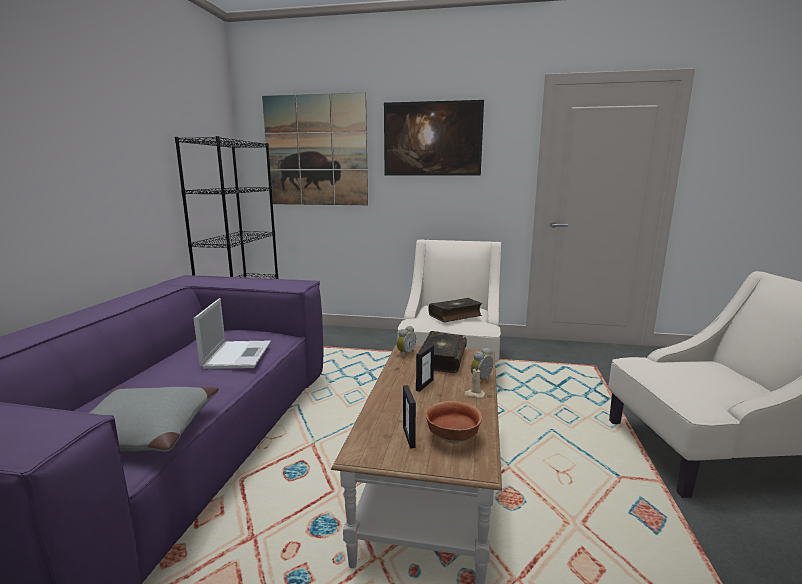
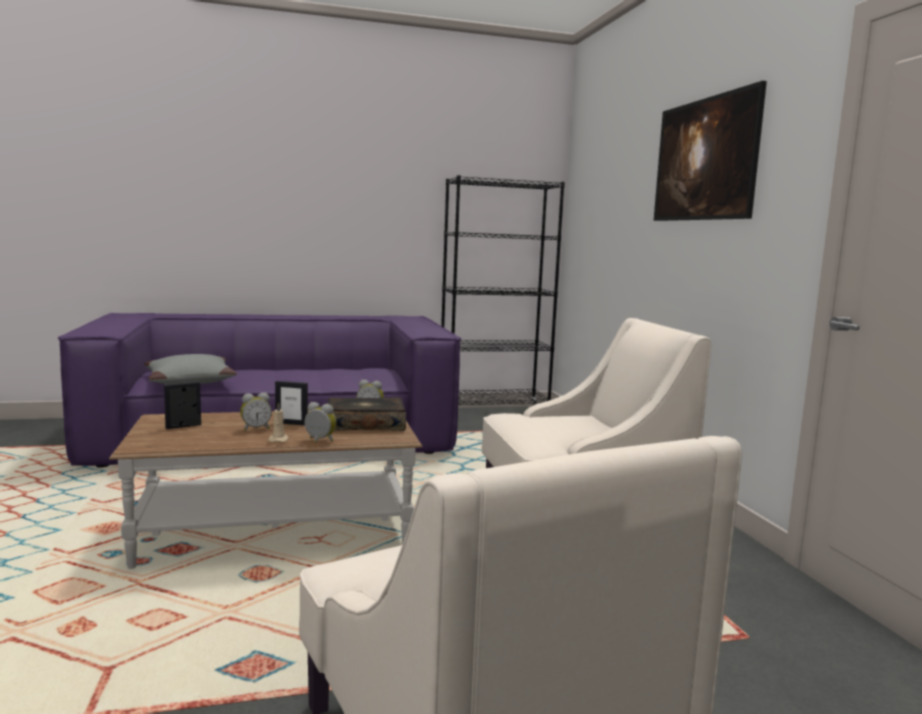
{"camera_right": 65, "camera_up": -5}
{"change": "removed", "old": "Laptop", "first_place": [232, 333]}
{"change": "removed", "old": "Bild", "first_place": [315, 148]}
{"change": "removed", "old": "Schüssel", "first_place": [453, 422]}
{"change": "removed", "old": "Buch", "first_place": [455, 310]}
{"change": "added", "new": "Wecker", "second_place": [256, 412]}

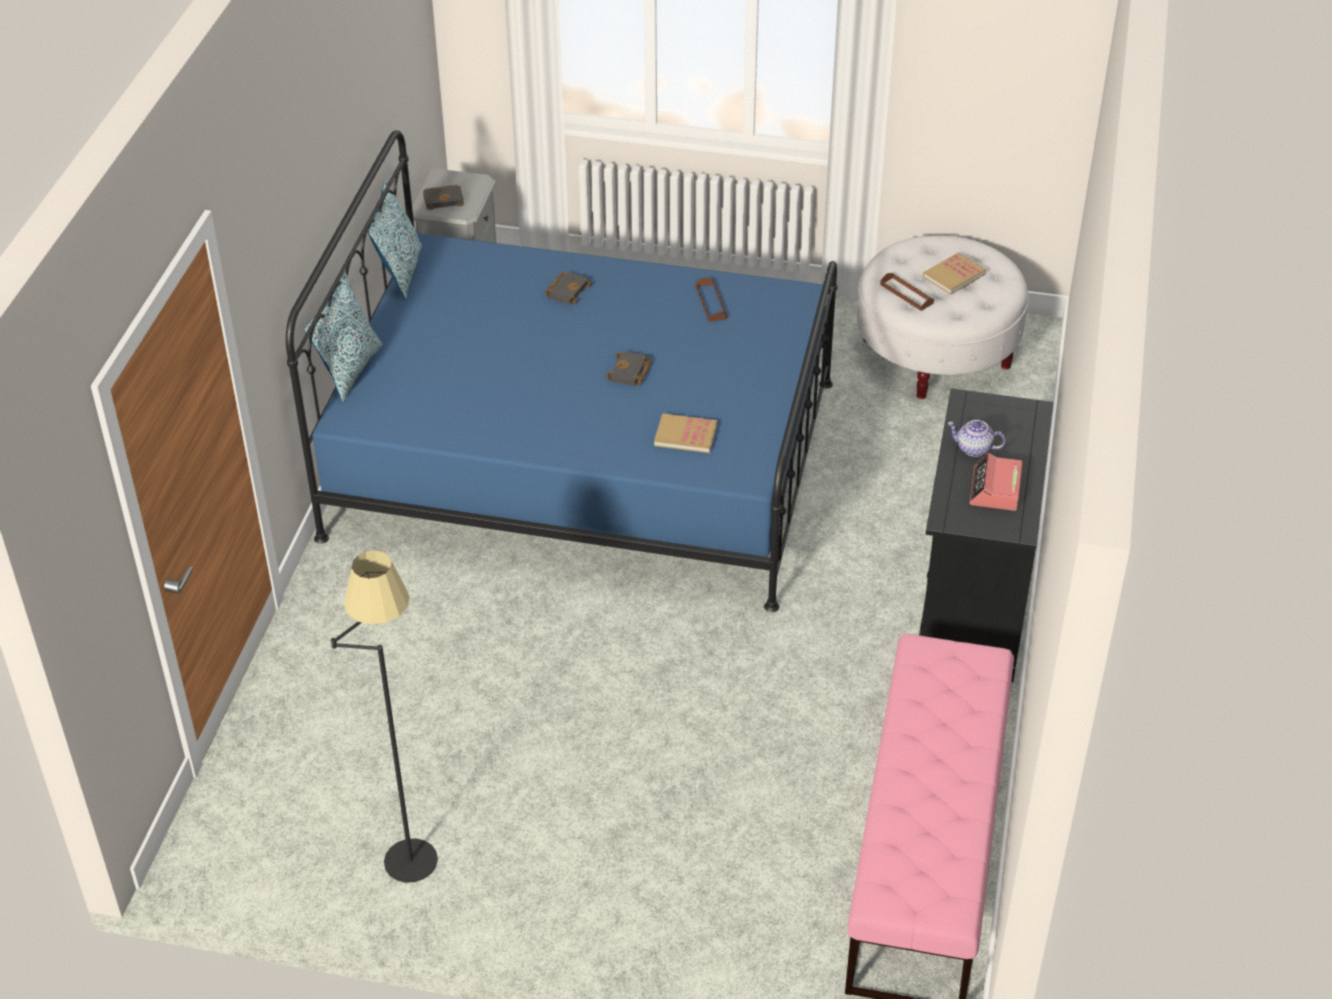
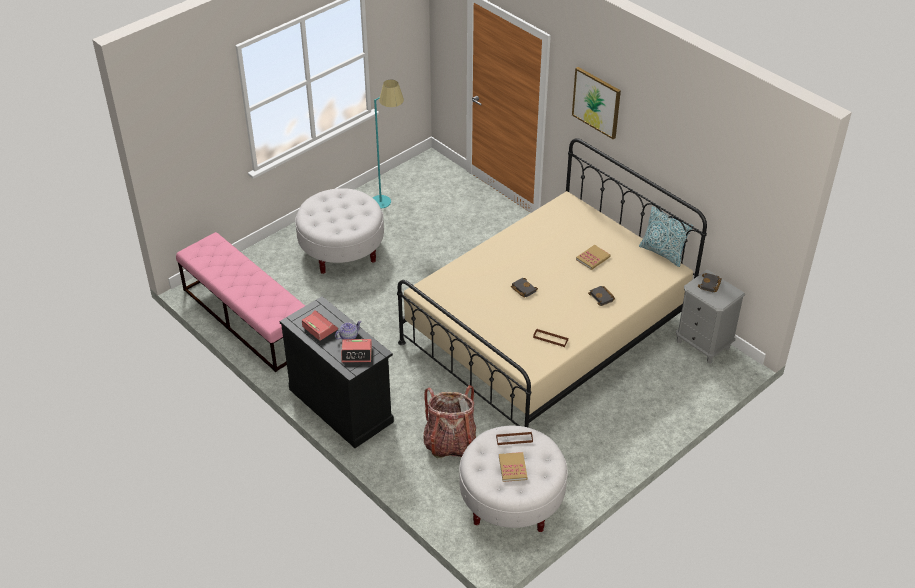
{"camera_right": 125, "camera_up": 0}
{"change": "removed", "old": "Kissen", "first_place": [343, 337]}
{"change": "added", "new": "Polsterhocker (weiß)", "second_place": [339, 231]}
{"change": "added", "new": "Wecker", "second_place": [356, 350]}
{"change": "added", "new": "Rucksack", "second_place": [450, 421]}
{"change": "added", "new": "Bild", "second_place": [596, 103]}
{"change": "moved", "old": "Buch", "first_place": [685, 433], "second_place": [593, 257]}
{"change": "recoloured", "old": "Bett (blau)", "new": "Bett (beige)", "first_place": [561, 371], "second_place": [552, 282]}
{"change": "recoloured", "old": "Stehlampe (schwarz)", "new": "Stehlampe (türkis)", "first_place": [384, 716], "second_place": [388, 143]}

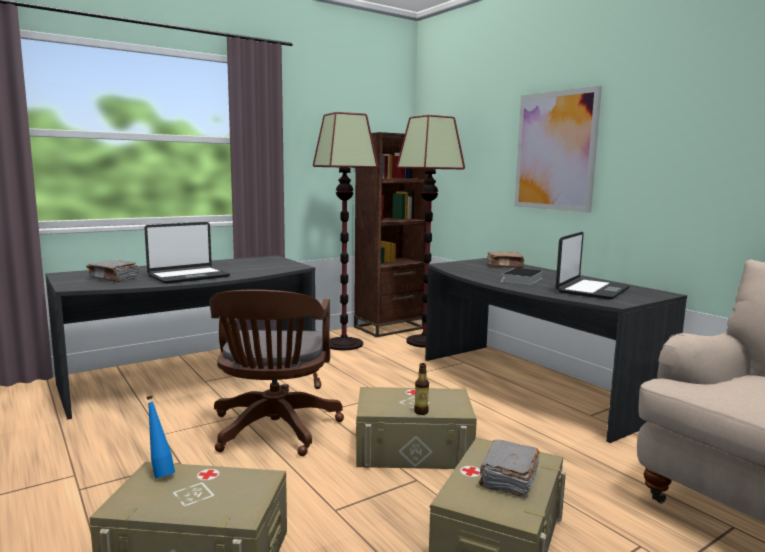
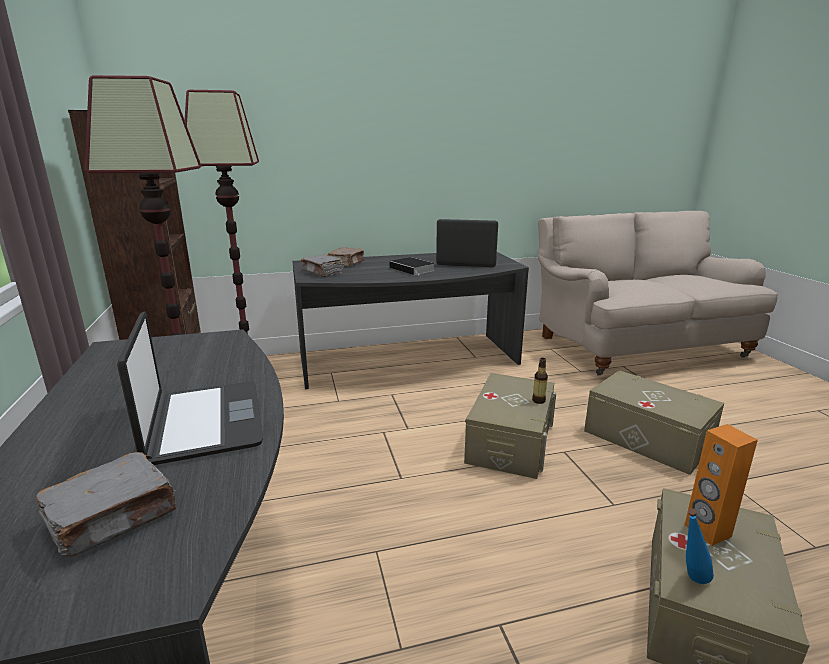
{"camera_right": -70, "camera_up": 10}
{"change": "removed", "old": "Bürostuhl (braun)", "first_place": [277, 373]}
{"change": "removed", "old": "Bild", "first_place": [558, 149]}
{"change": "added", "new": "Lautsprecher (orange)", "second_place": [721, 485]}
{"change": "moved", "old": "Buch (grau)", "first_place": [509, 468], "second_place": [322, 265]}
{"change": "turned", "old": "Laptop", "first_place": [592, 266], "second_place": [467, 243], "degrees": -45}

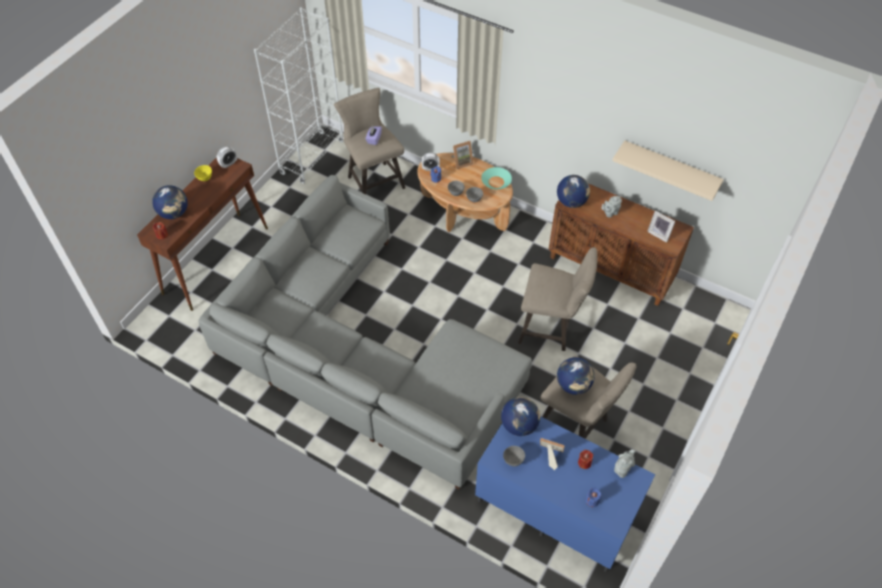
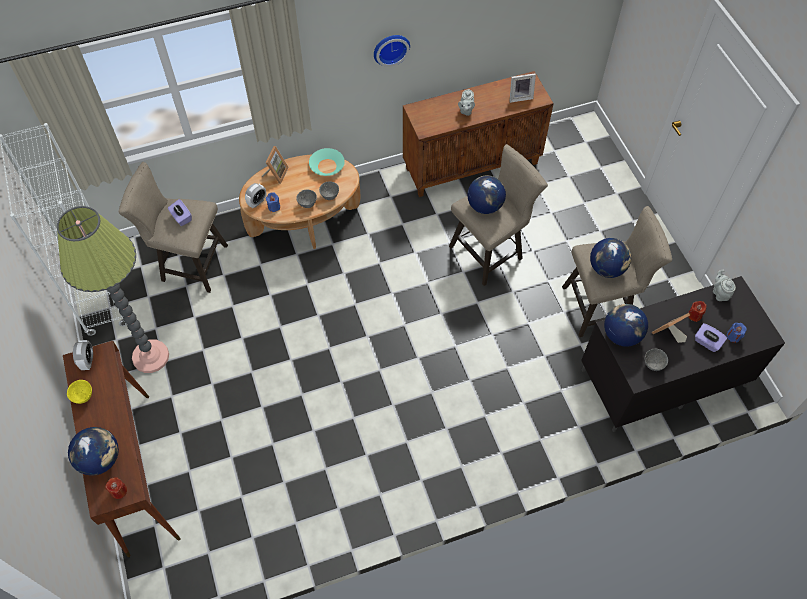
{"camera_right": -50, "camera_up": 5}
{"change": "removed", "old": "Sofa (grau)", "first_place": [365, 332]}
{"change": "removed", "old": "Wandregal (beige)", "first_place": [668, 171]}
{"change": "added", "new": "Stehlampe", "second_place": [113, 289]}
{"change": "added", "new": "Wanduhr", "second_place": [392, 51]}
{"change": "added", "new": "Taschentuchbox (lila)", "second_place": [711, 337]}
{"change": "moved", "old": "Globus", "first_place": [573, 191], "second_place": [486, 194]}
{"change": "recoloured", "old": "Fernsehschrank (blau)", "new": "Fernsehschrank (schwarz)", "first_place": [565, 494], "second_place": [683, 354]}

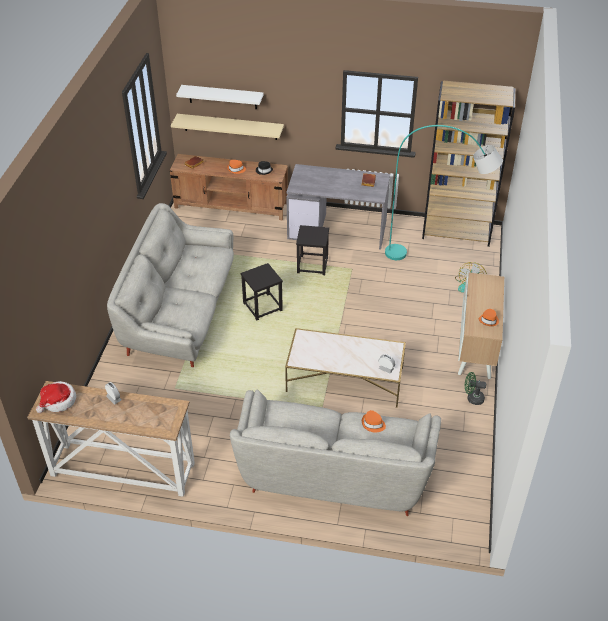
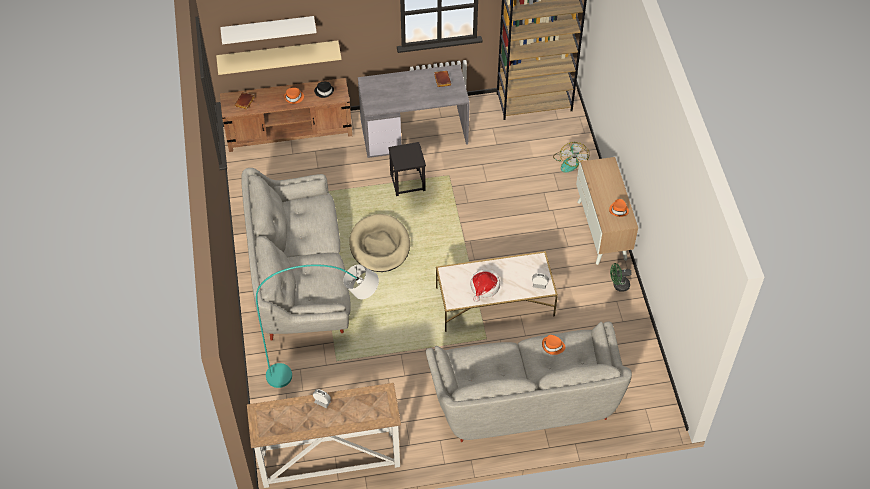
{"camera_right": -20, "camera_up": 10}
{"change": "moved", "old": "Hut", "first_place": [56, 397], "second_place": [485, 286]}
{"change": "moved", "old": "Stehlampe (türkis)", "first_place": [444, 192], "second_place": [317, 326]}
{"change": "replaced", "old": "Hocker (schwarz)", "new": "Hundebett (beige)", "first_place": [262, 292], "second_place": [379, 243]}

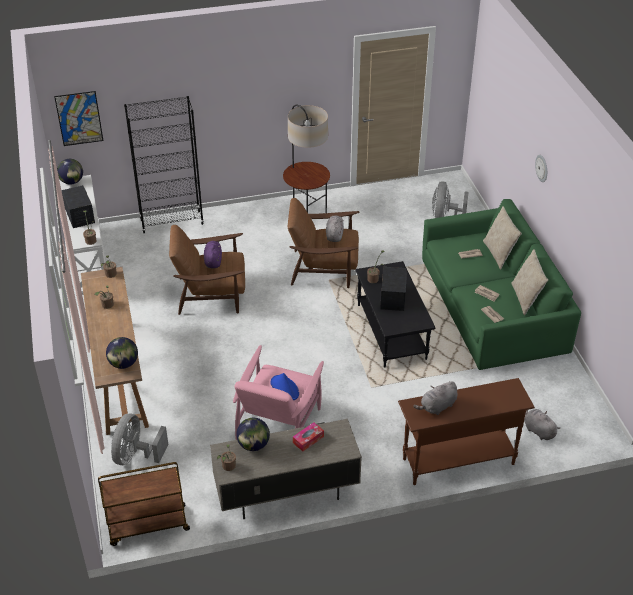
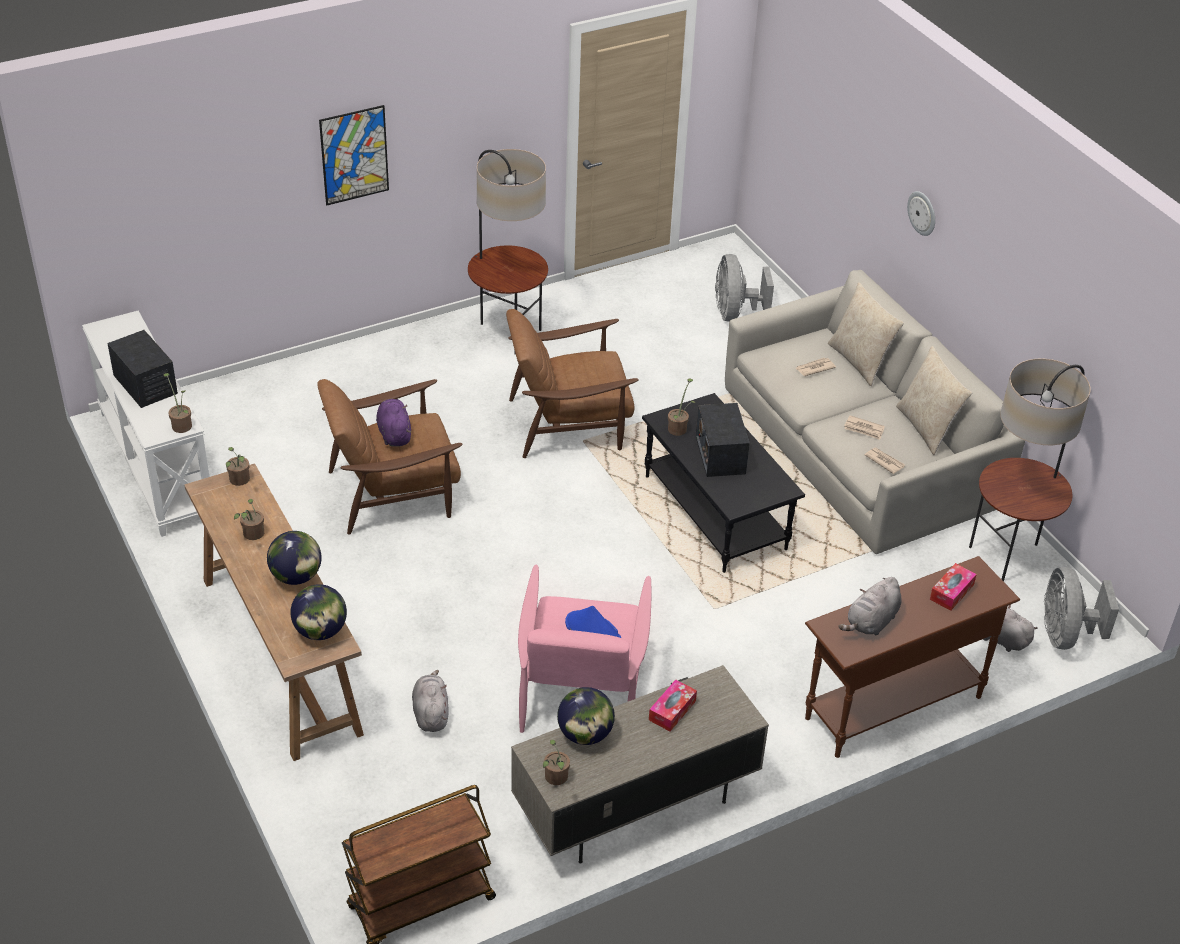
{"camera_right": -15, "camera_up": 0}
{"change": "removed", "old": "Bücherregal (schwarz)", "first_place": [164, 165]}
{"change": "added", "new": "Taschentuchbox", "second_place": [953, 587]}
{"change": "added", "new": "Stehlampe", "second_place": [1030, 469]}
{"change": "moved", "old": "Bild", "first_place": [78, 118], "second_place": [354, 155]}
{"change": "moved", "old": "Globus", "first_place": [70, 172], "second_place": [294, 558]}
{"change": "moved", "old": "Ventilator (grau)", "first_place": [139, 439], "second_place": [1081, 608]}
{"change": "moved", "old": "Plüschtier (grau)", "first_place": [335, 228], "second_place": [430, 701]}
{"change": "recoloured", "old": "Sofa (grün)", "new": "Sofa (grau)", "first_place": [501, 284], "second_place": [875, 412]}

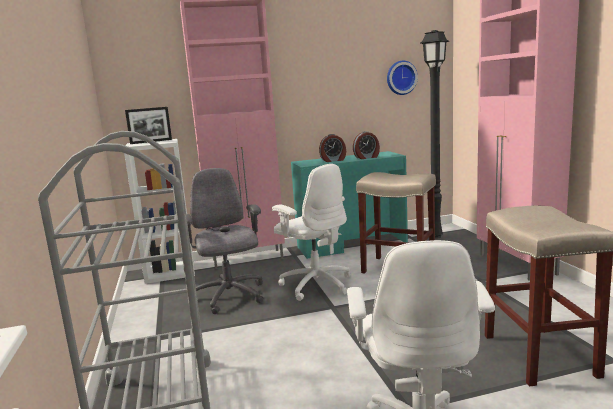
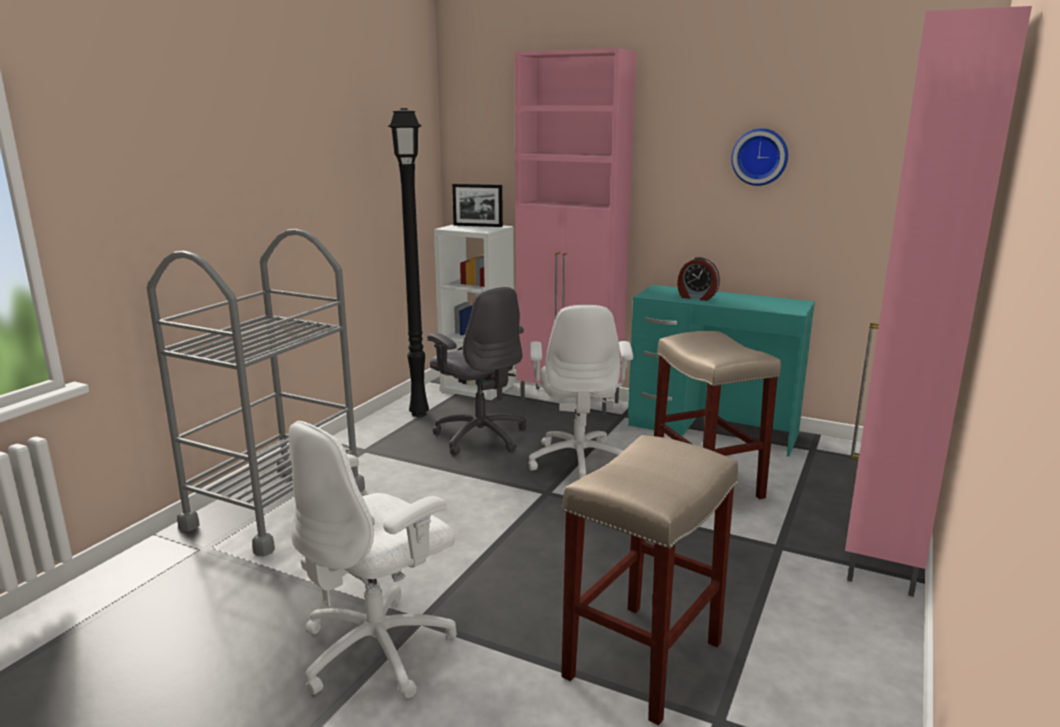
{"camera_right": 40, "camera_up": 5}
{"change": "removed", "old": "Wecker", "first_place": [366, 145]}
{"change": "moved", "old": "Wanduhr", "first_place": [402, 78], "second_place": [759, 157]}
{"change": "moved", "old": "Stehlampe (schwarz)", "first_place": [434, 134], "second_place": [408, 262]}
{"change": "turned", "old": "Bürostuhl (grau)", "first_place": [224, 241], "second_place": [476, 371], "degrees": 120}

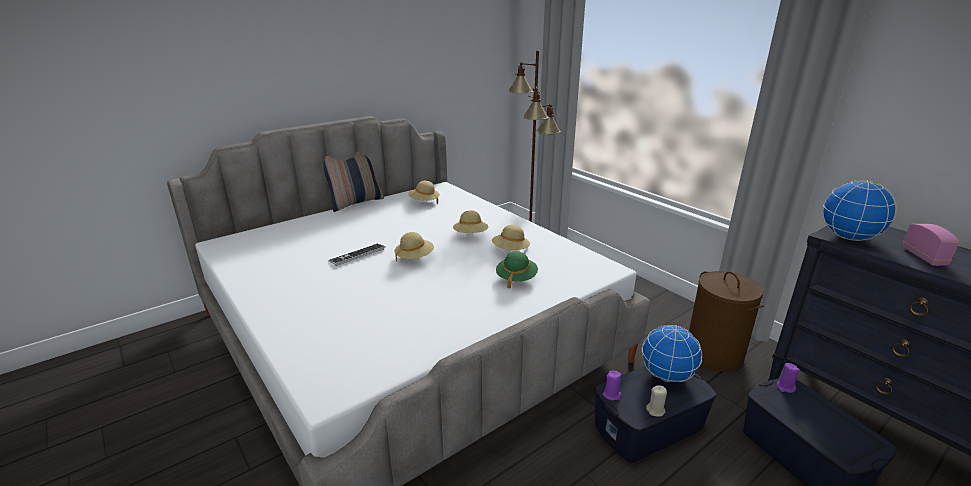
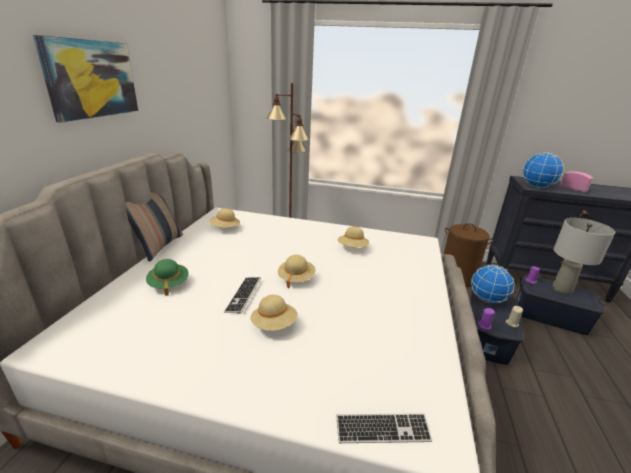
{"camera_right": -40, "camera_up": 0}
{"change": "added", "new": "Bild", "second_place": [85, 79]}
{"change": "added", "new": "Tastatur", "second_place": [384, 428]}
{"change": "added", "new": "Tischlampe (grau)", "second_place": [583, 256]}
{"change": "moved", "old": "Hut (beige)", "first_place": [470, 222], "second_place": [274, 313]}
{"change": "moved", "old": "Hut (grün)", "first_place": [517, 270], "second_place": [167, 277]}

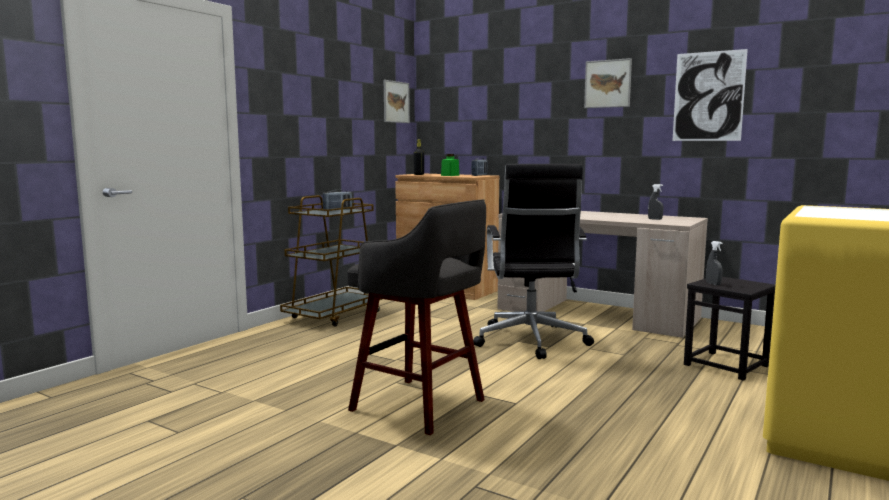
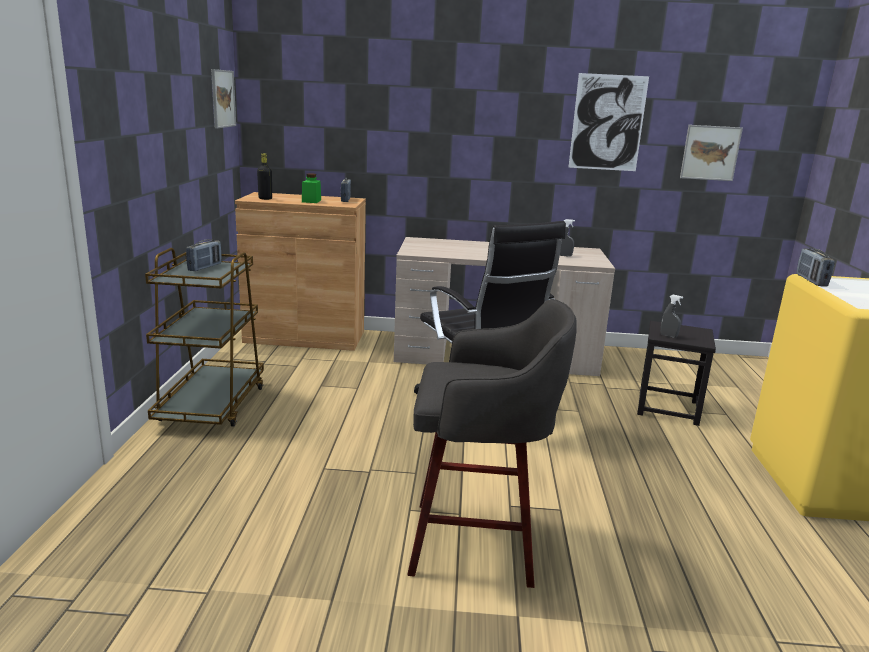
{"camera_right": -30, "camera_up": 10}
{"change": "added", "new": "Radio", "second_place": [815, 267]}
{"change": "moved", "old": "Bild", "first_place": [608, 83], "second_place": [711, 153]}

